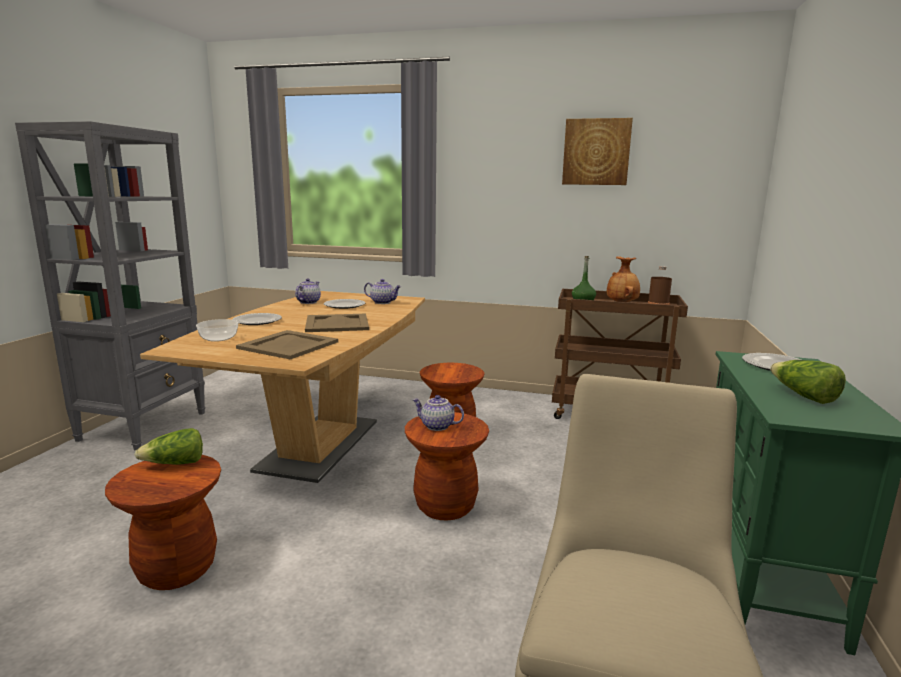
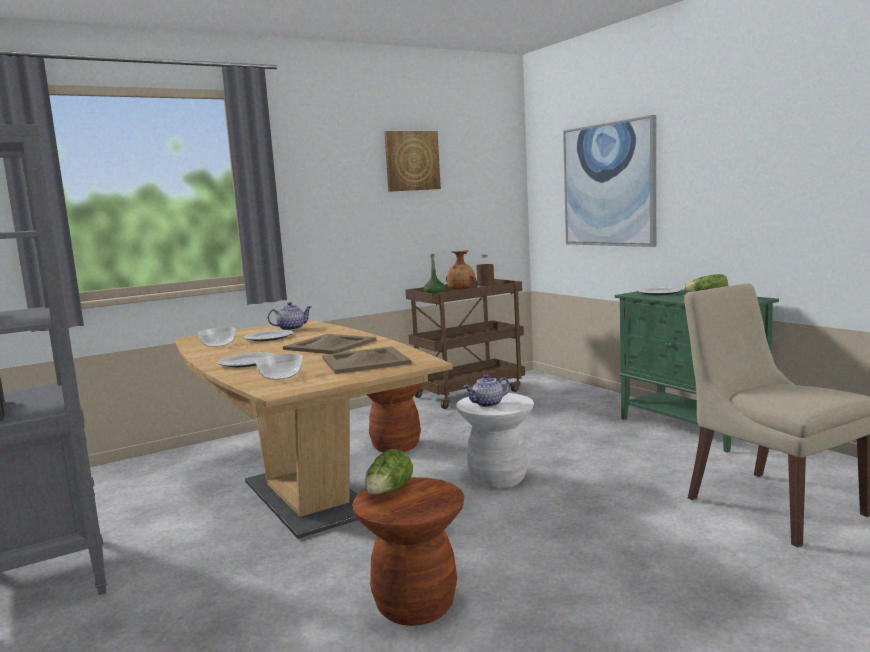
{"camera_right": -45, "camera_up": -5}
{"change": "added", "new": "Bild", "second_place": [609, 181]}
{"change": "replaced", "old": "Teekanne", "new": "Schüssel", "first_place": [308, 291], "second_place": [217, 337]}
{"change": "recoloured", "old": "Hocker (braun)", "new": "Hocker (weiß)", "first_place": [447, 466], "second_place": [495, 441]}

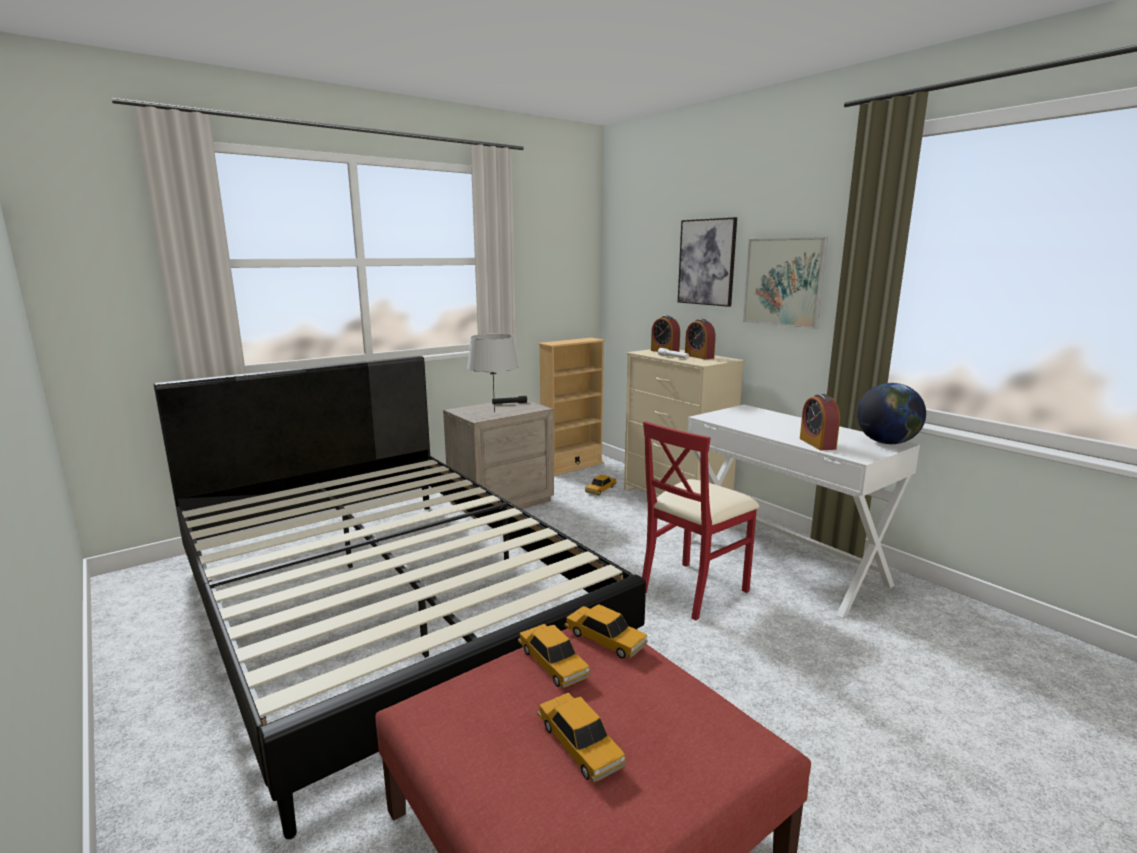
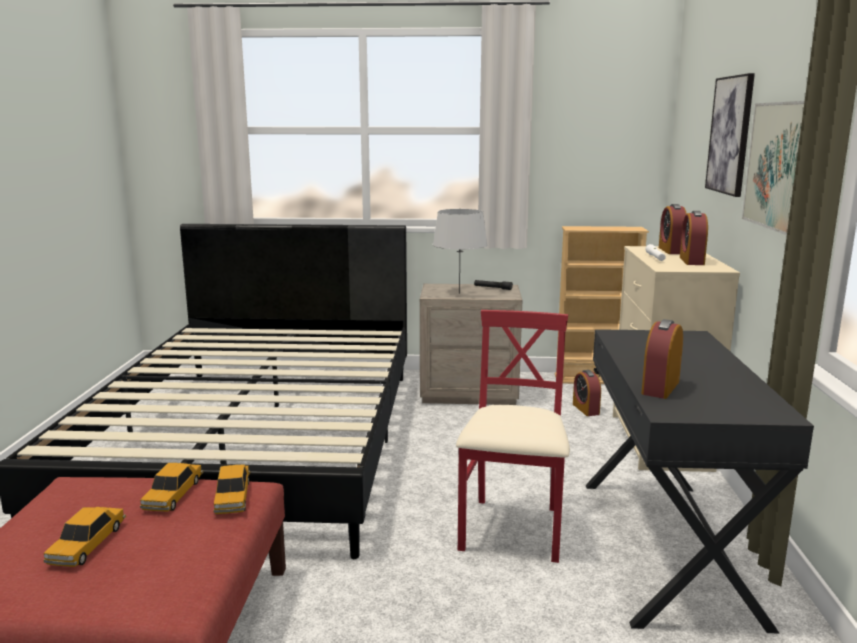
{"camera_right": 40, "camera_up": 0}
{"change": "removed", "old": "Globus", "first_place": [891, 413]}
{"change": "replaced", "old": "Spielzeugauto", "new": "Wecker", "first_place": [601, 485], "second_place": [587, 393]}
{"change": "recoloured", "old": "Schreibtisch (weiß)", "new": "Schreibtisch (schwarz)", "first_place": [804, 511], "second_place": [700, 481]}
{"change": "turned", "old": "Stuhl (rot)", "first_place": [700, 521], "second_place": [513, 436], "degrees": 105}

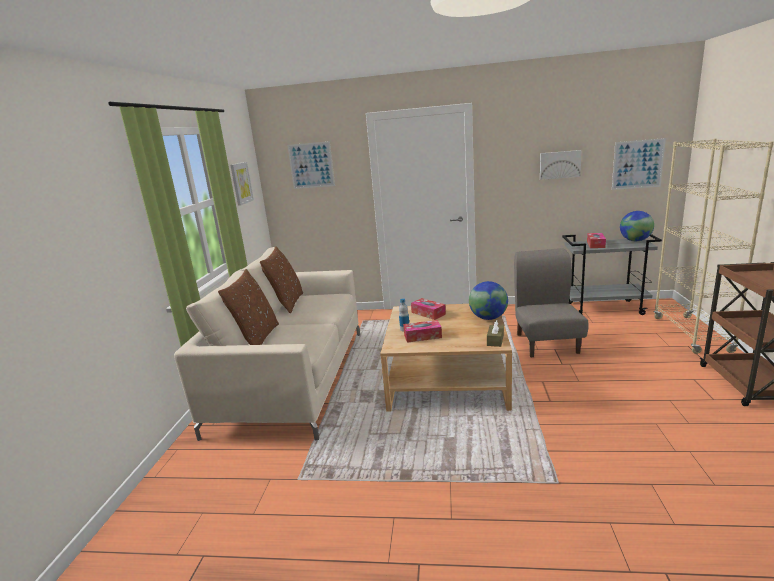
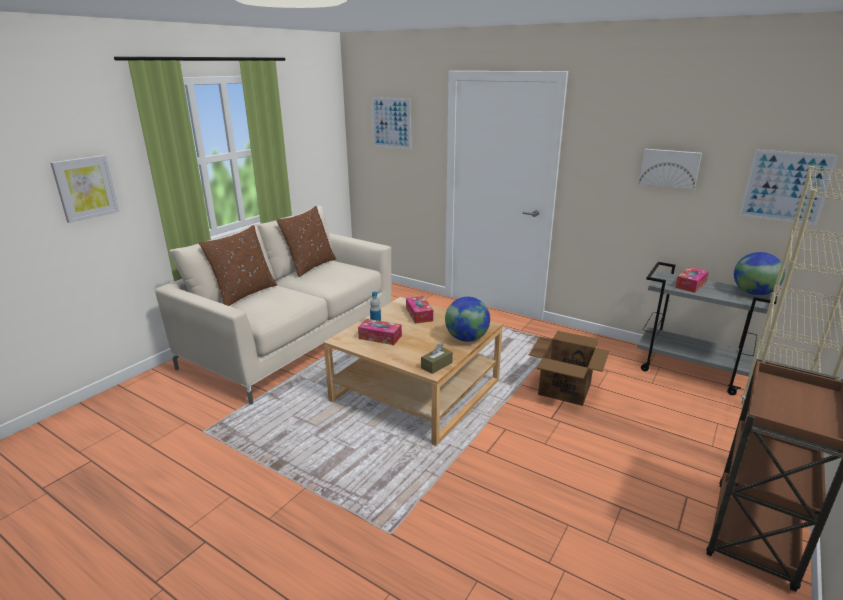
{"camera_right": 25, "camera_up": 5}
{"change": "moved", "old": "Bild", "first_place": [242, 184], "second_place": [85, 189]}
{"change": "replaced", "old": "Stuhl (grau)", "new": "Karton", "first_place": [551, 302], "second_place": [569, 368]}

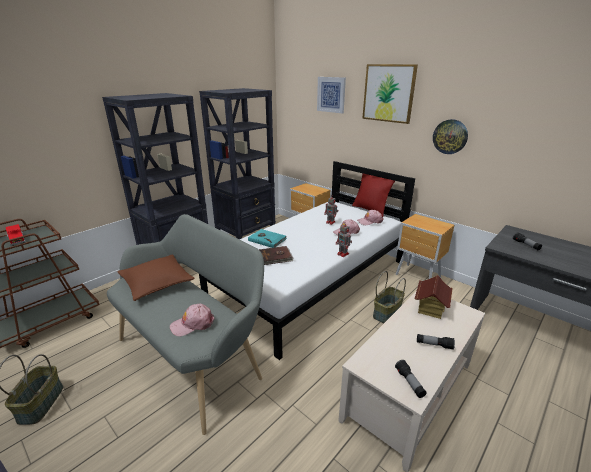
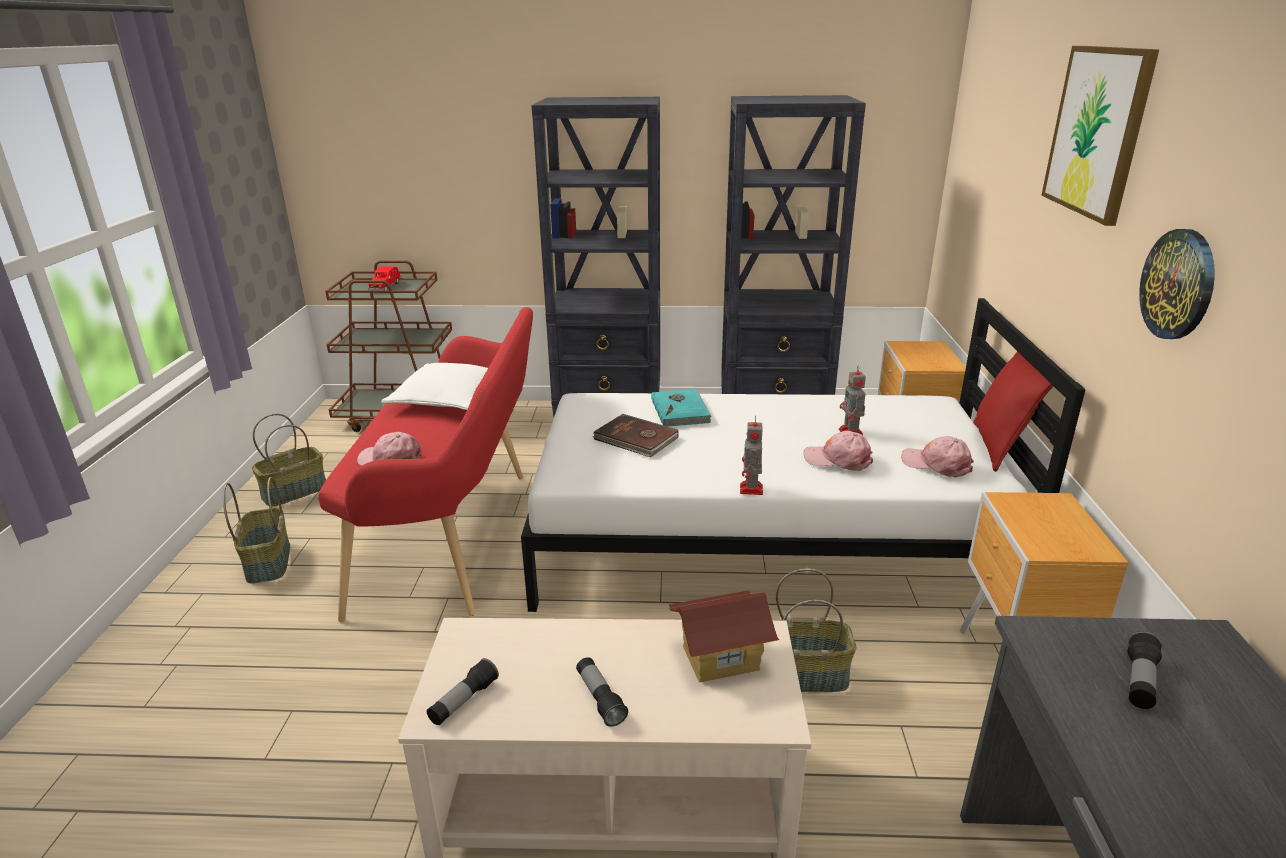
{"camera_right": 50, "camera_up": 0}
{"change": "removed", "old": "Bild", "first_place": [331, 95]}
{"change": "added", "new": "Korb", "second_place": [256, 530]}
{"change": "recoloured", "old": "Bank (grau)", "new": "Bank (rot)", "first_place": [185, 324], "second_place": [425, 464]}
{"change": "recoloured", "old": "Kissen (braun)", "new": "Kissen (weiß)", "first_place": [156, 278], "second_place": [434, 386]}

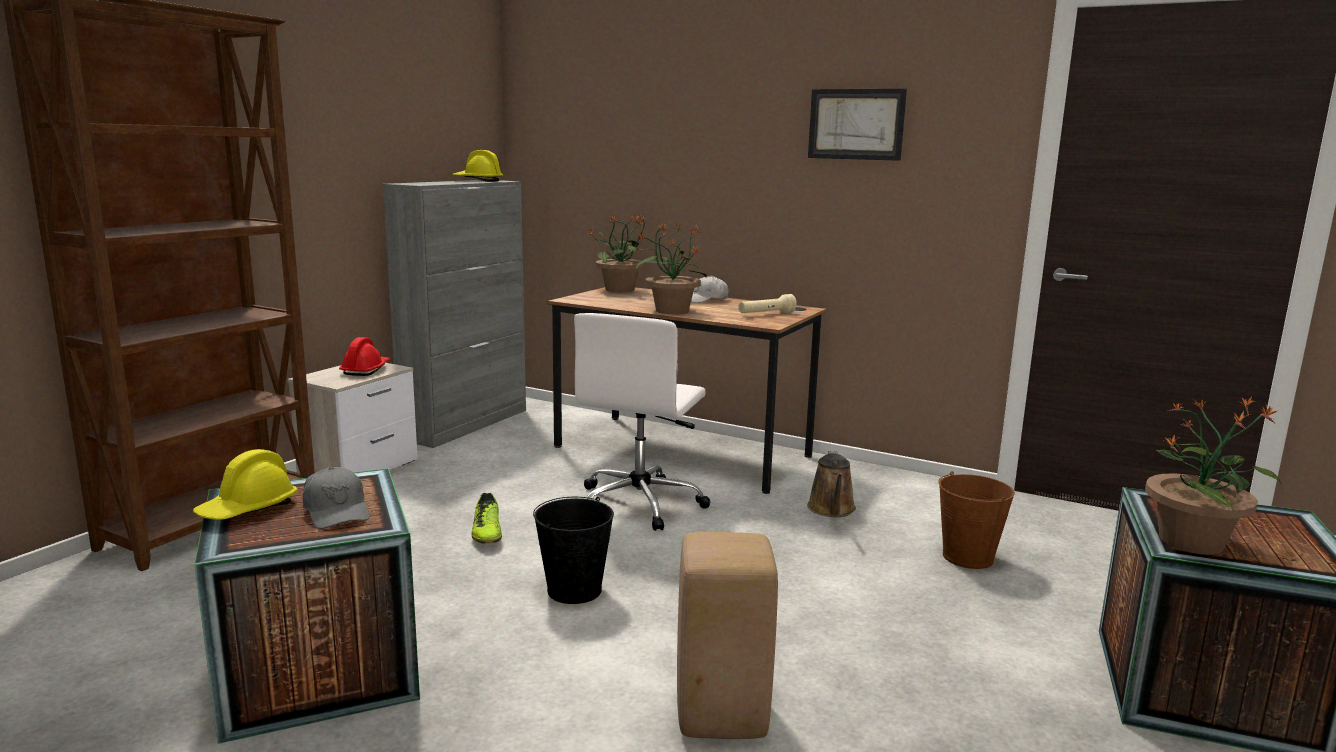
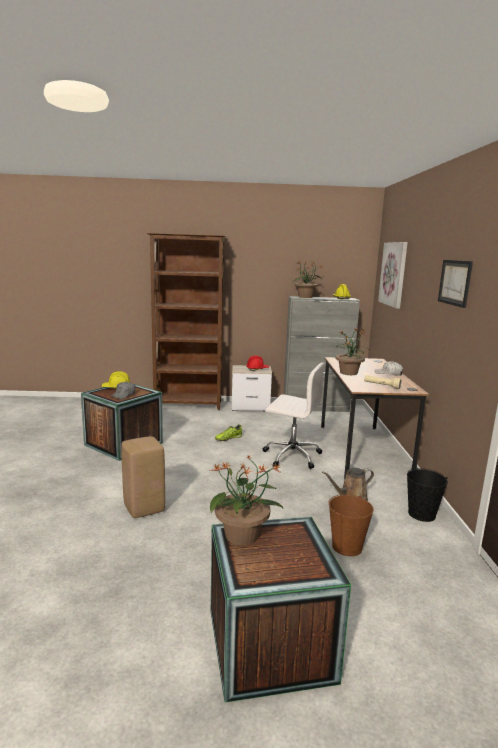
{"camera_right": 60, "camera_up": 0}
{"change": "added", "new": "Bild", "second_place": [393, 275]}
{"change": "moved", "old": "Eimer (schwarz)", "first_place": [573, 550], "second_place": [427, 495]}
{"change": "moved", "old": "Topfpflanze", "first_place": [620, 253], "second_place": [307, 279]}
{"change": "turned", "old": "Bürostuhl (weiß)", "first_place": [642, 422], "second_place": [294, 415], "degrees": -150}

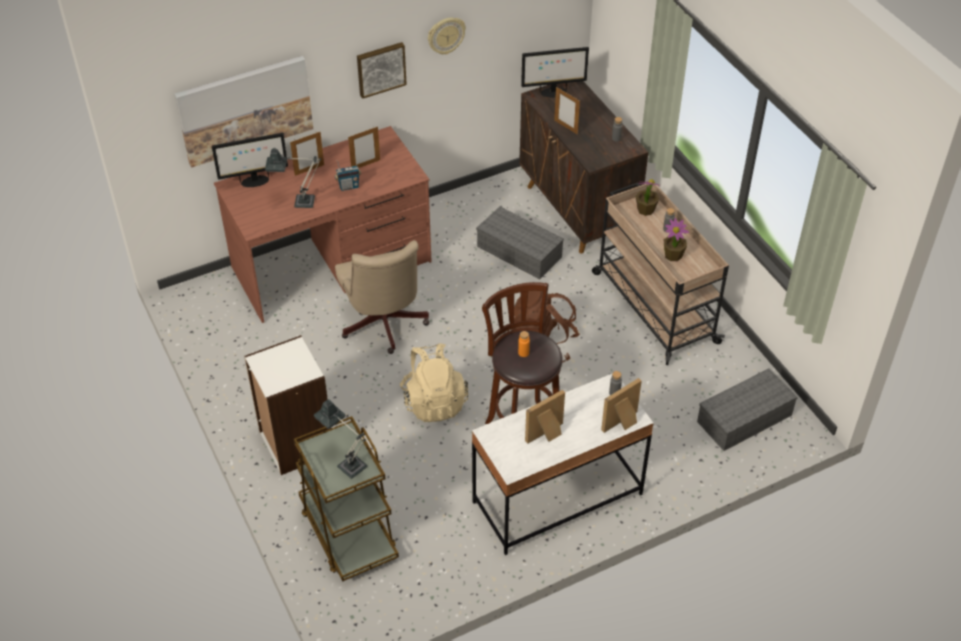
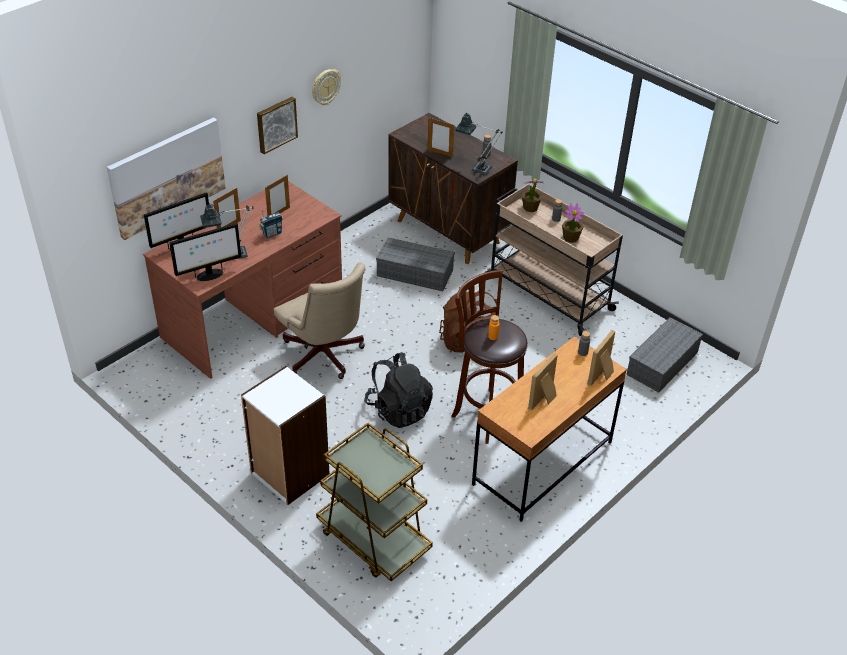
{"camera_right": -20, "camera_up": -5}
{"change": "moved", "old": "Tischlampe", "first_place": [340, 439], "second_place": [479, 143]}
{"change": "moved", "old": "Monitor", "first_place": [555, 72], "second_place": [206, 252]}
{"change": "recoloured", "old": "Rucksack (beige)", "new": "Rucksack (schwarz)", "first_place": [434, 383], "second_place": [398, 390]}
{"change": "recoloured", "old": "Schreibtisch (weiß)", "new": "Schreibtisch (braun)", "first_place": [563, 464], "second_place": [549, 429]}

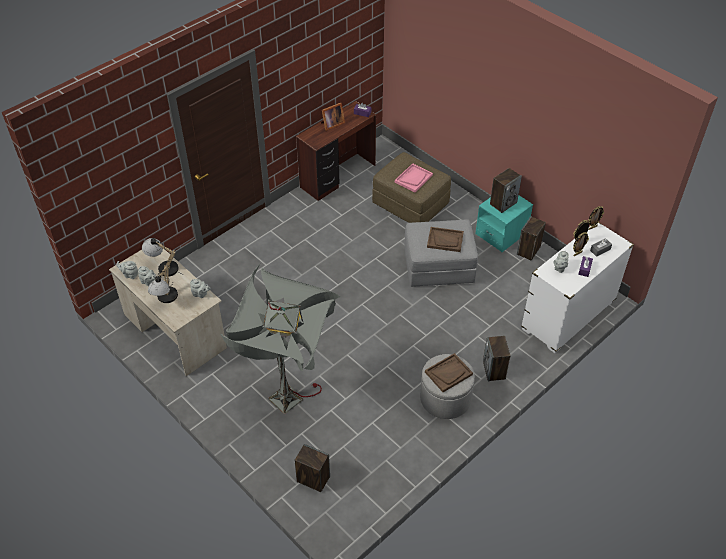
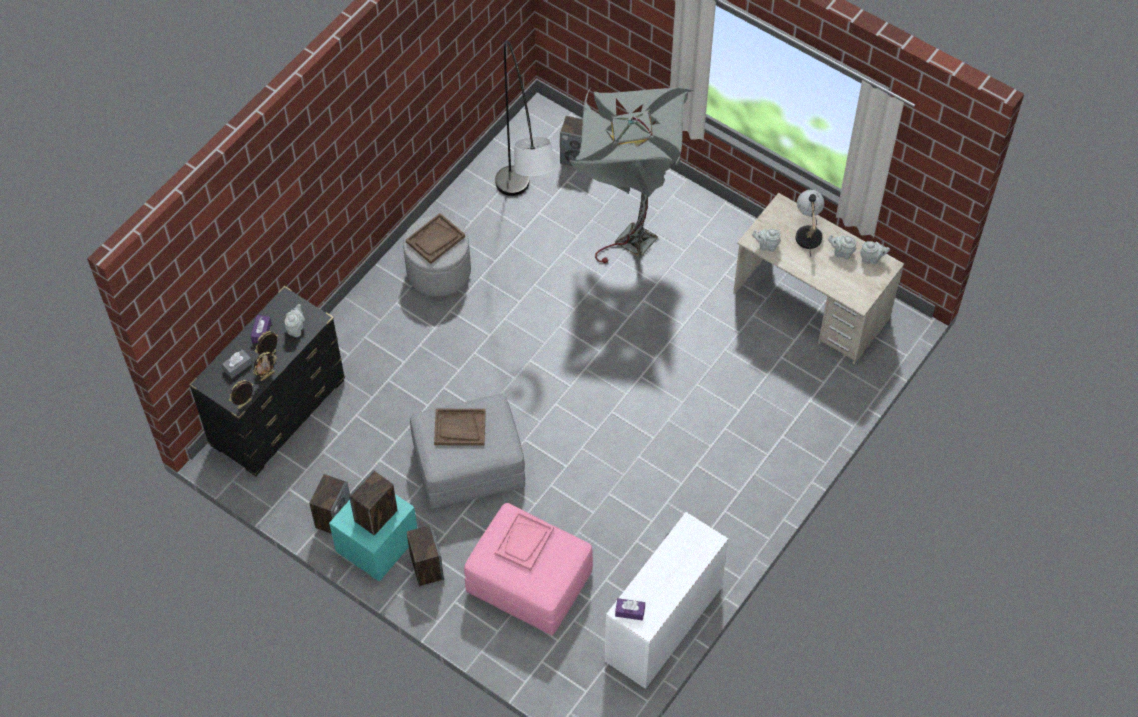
{"camera_right": 170, "camera_up": 10}
{"change": "removed", "old": "Tischlampe", "first_place": [163, 257]}
{"change": "removed", "old": "Bilderrahmen", "first_place": [333, 117]}
{"change": "added", "new": "Stehlampe (grau)", "second_place": [525, 118]}
{"change": "moved", "old": "Lautsprecher", "first_place": [496, 358], "second_place": [425, 555]}
{"change": "recoloured", "old": "Schreibtisch (braun)", "new": "Schreibtisch (weiß)", "first_place": [336, 151], "second_place": [666, 600]}
{"change": "recoloured", "old": "Polsterhocker (braun)", "new": "Polsterhocker (rosa)", "first_place": [411, 187], "second_place": [528, 569]}
{"change": "recoloured", "old": "Kommode (weiß)", "new": "Kommode (schwarz)", "first_place": [577, 287], "second_place": [267, 381]}

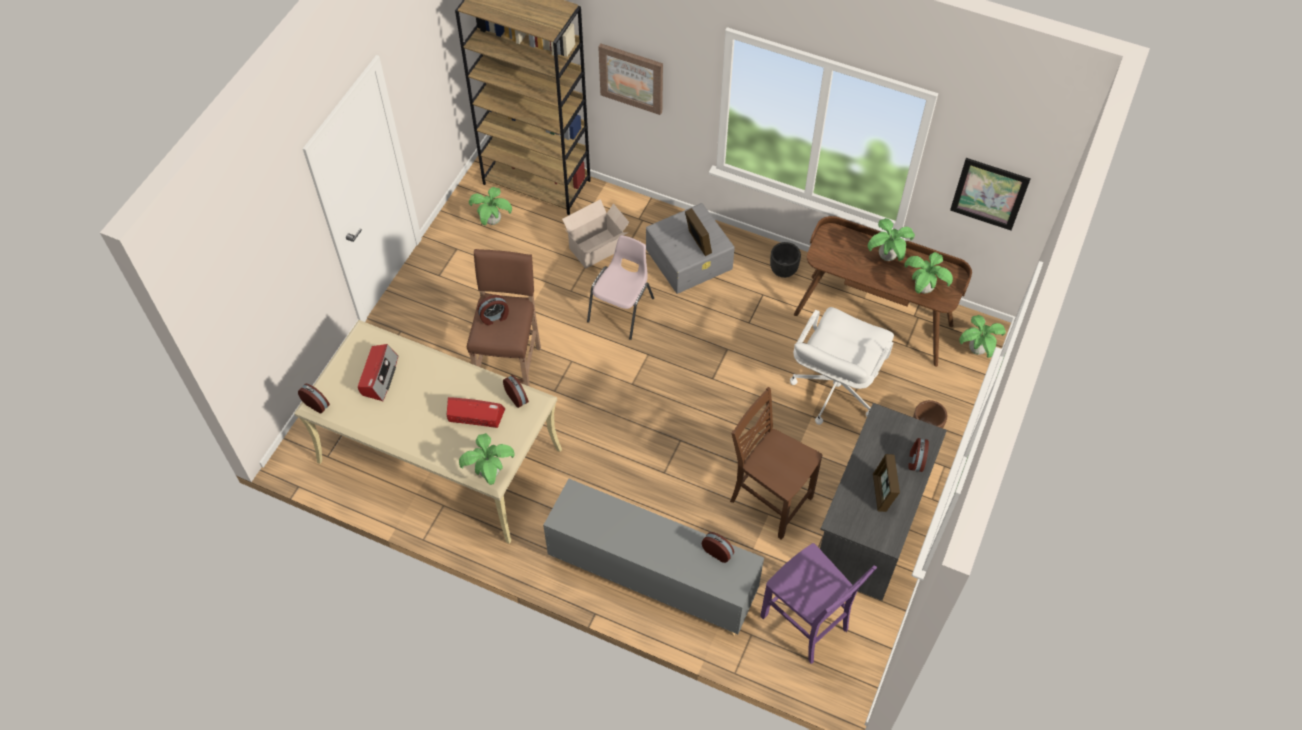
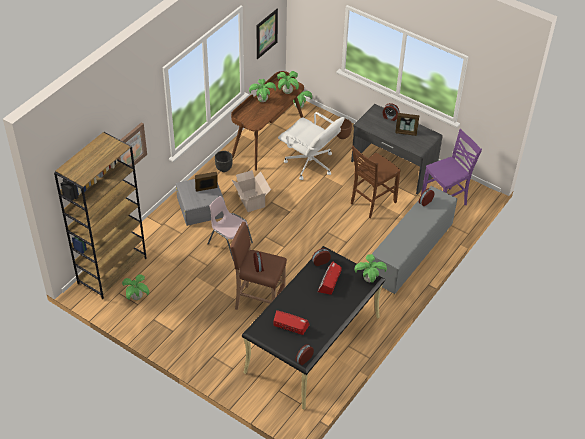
{"camera_right": -80, "camera_up": -10}
{"change": "moved", "old": "Karton", "first_place": [595, 233], "second_place": [251, 191]}
{"change": "recoloured", "old": "Schreibtisch (beige)", "new": "Schreibtisch (schwarz)", "first_place": [428, 432], "second_place": [313, 328]}

